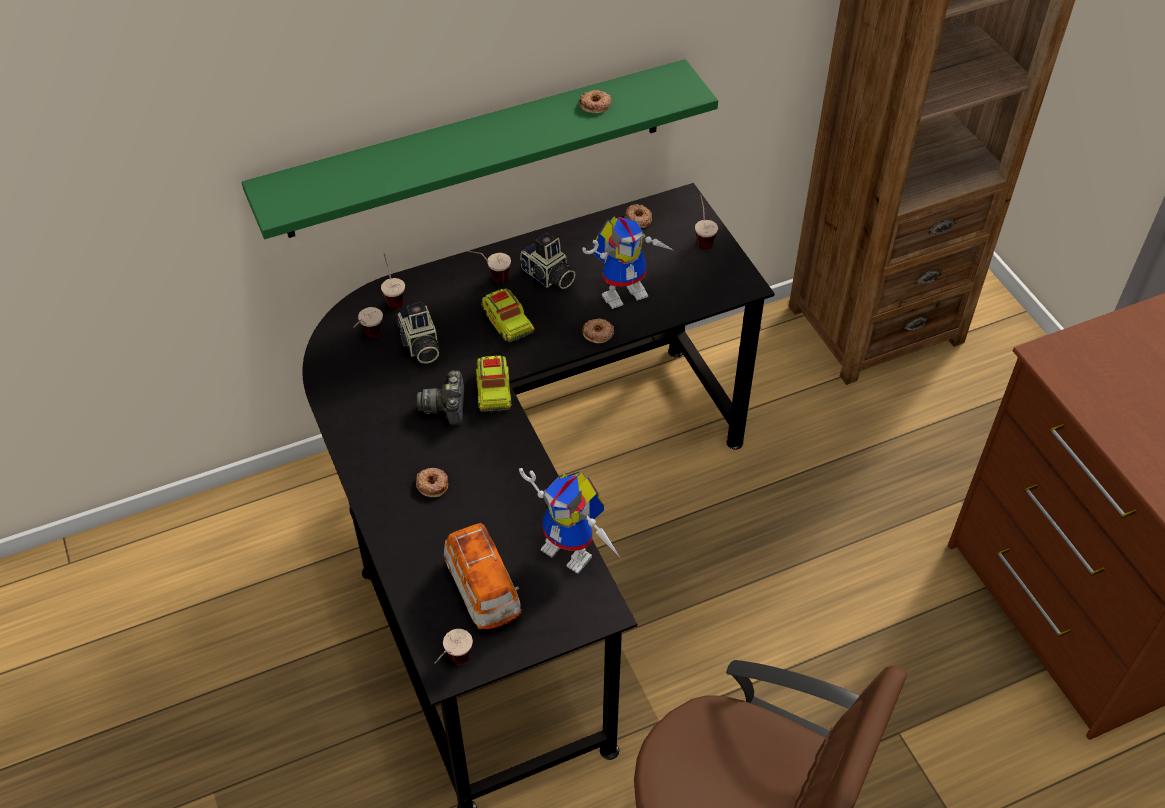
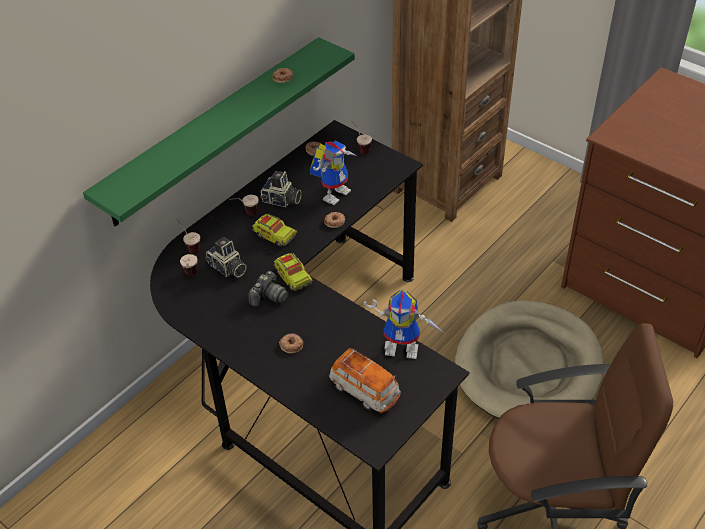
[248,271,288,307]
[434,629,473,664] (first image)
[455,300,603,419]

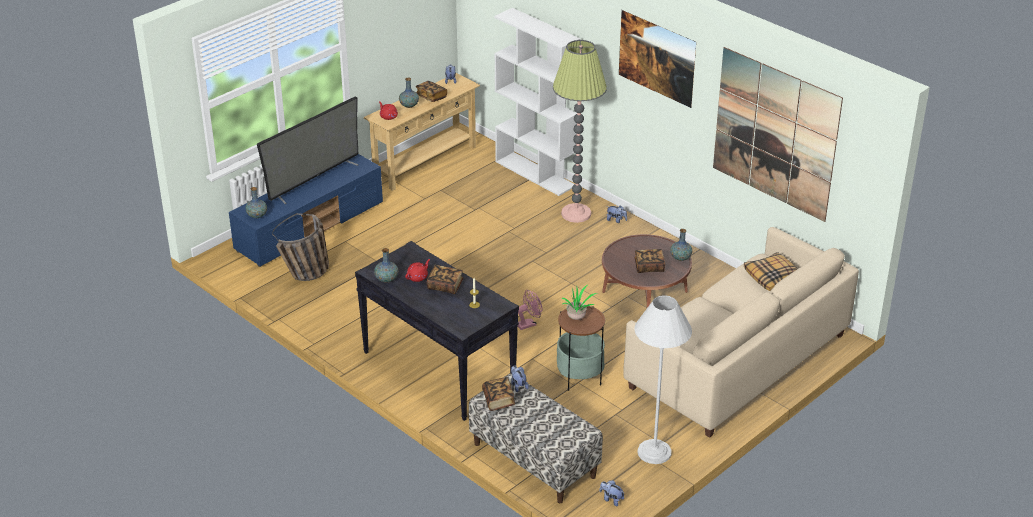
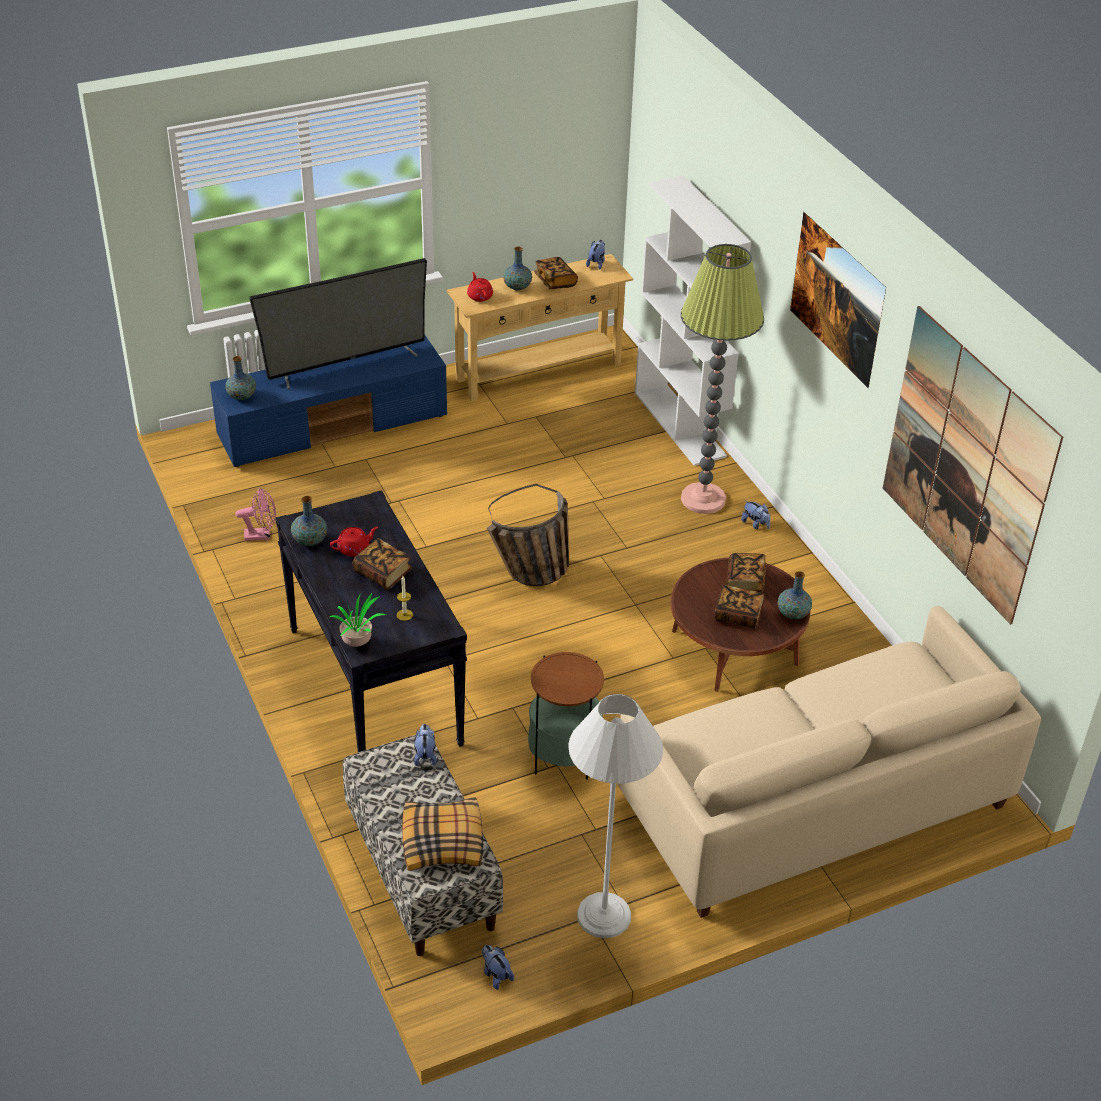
[487,484,569,586]
[402,797,483,871]
[330,593,386,647]
[235,488,276,541]
[726,553,766,592]

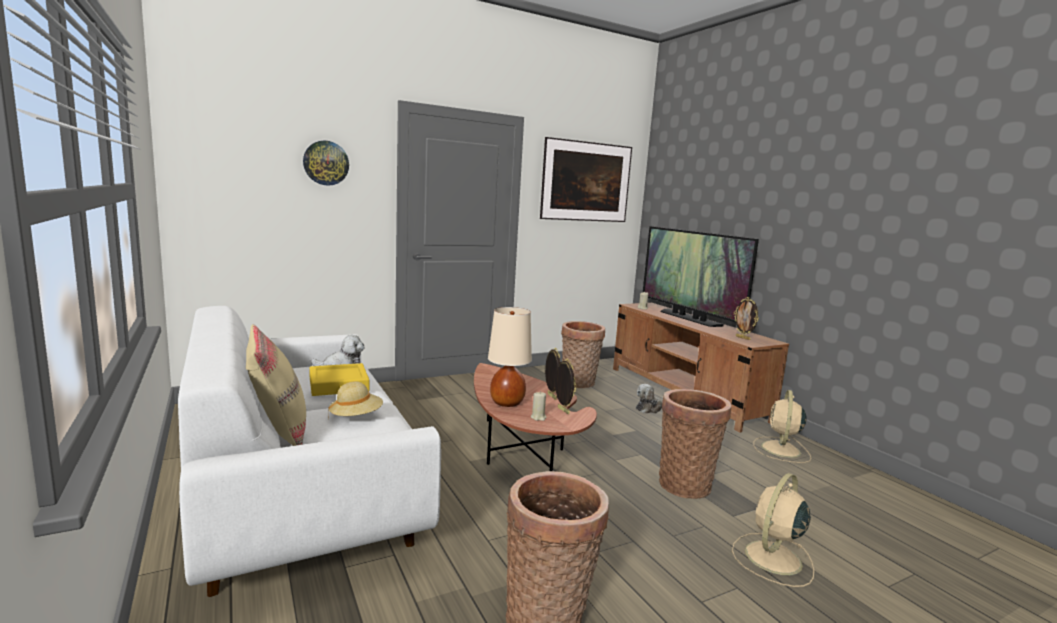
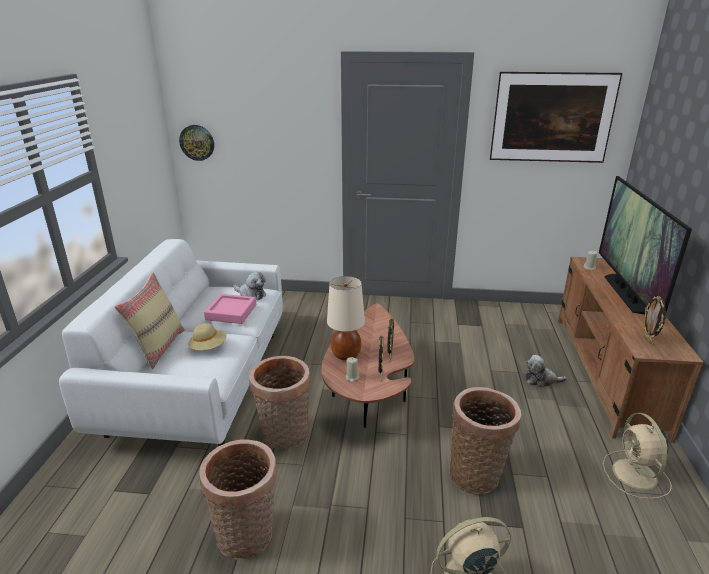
[179,125,214,161]
[249,356,310,450]
[204,294,256,324]
[603,413,672,499]

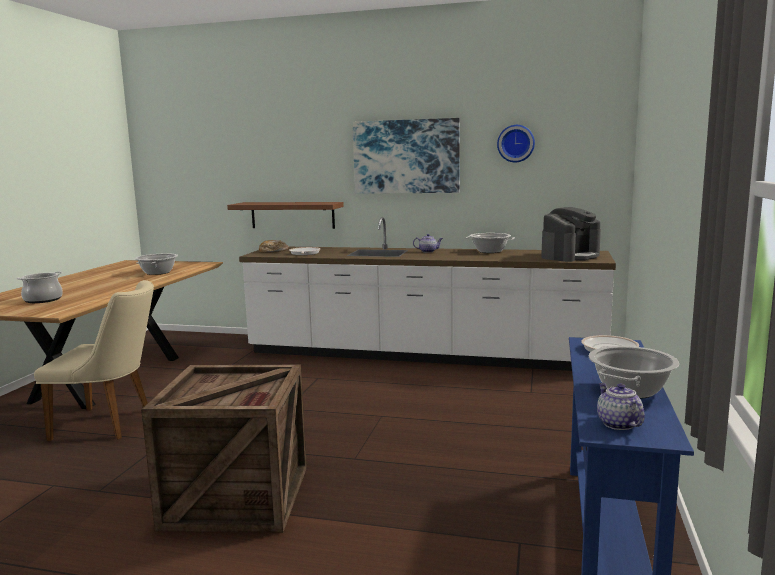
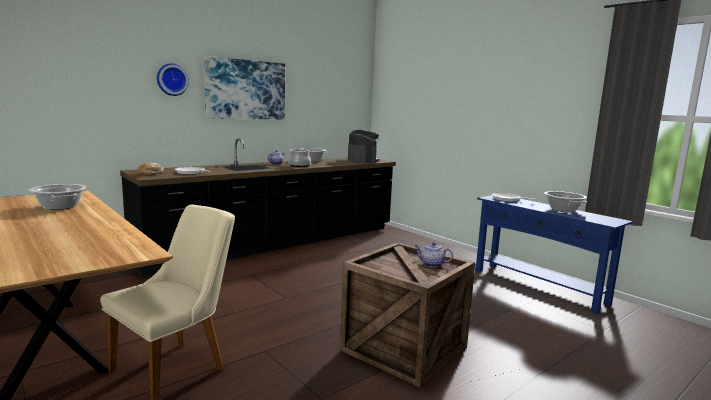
[157,63,189,96]
[227,202,344,229] (first image)
[120,138,396,276]
[288,148,311,167]
[415,242,453,267]

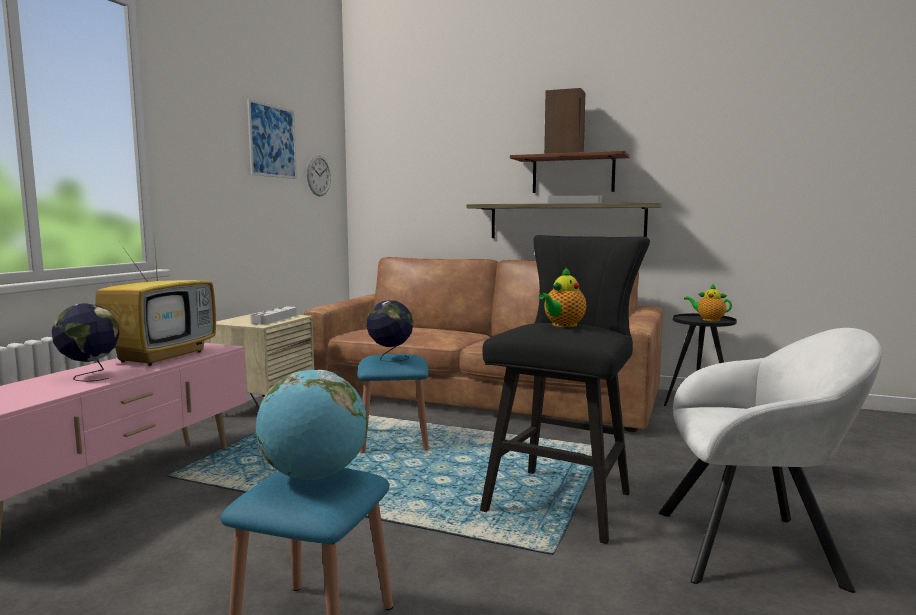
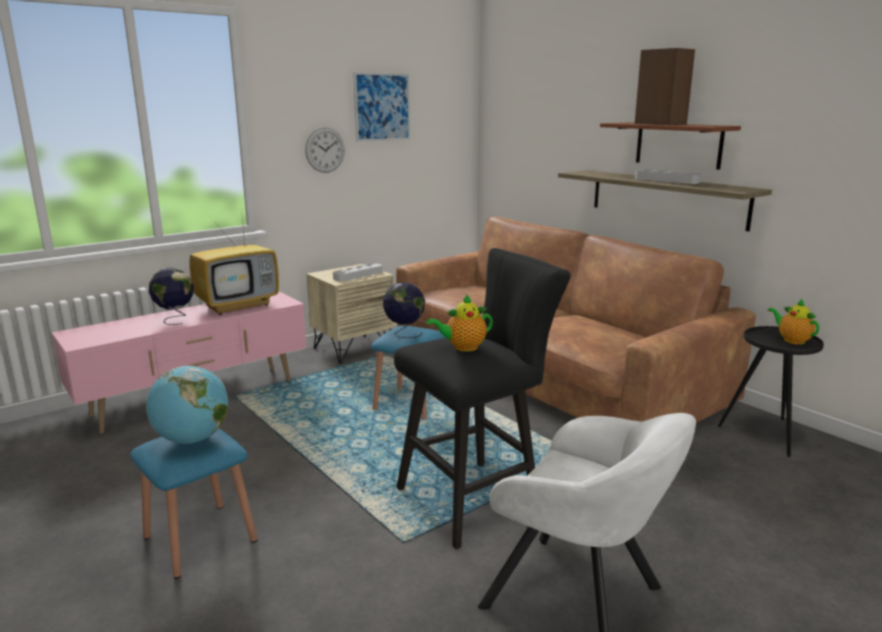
[305,127,345,173]

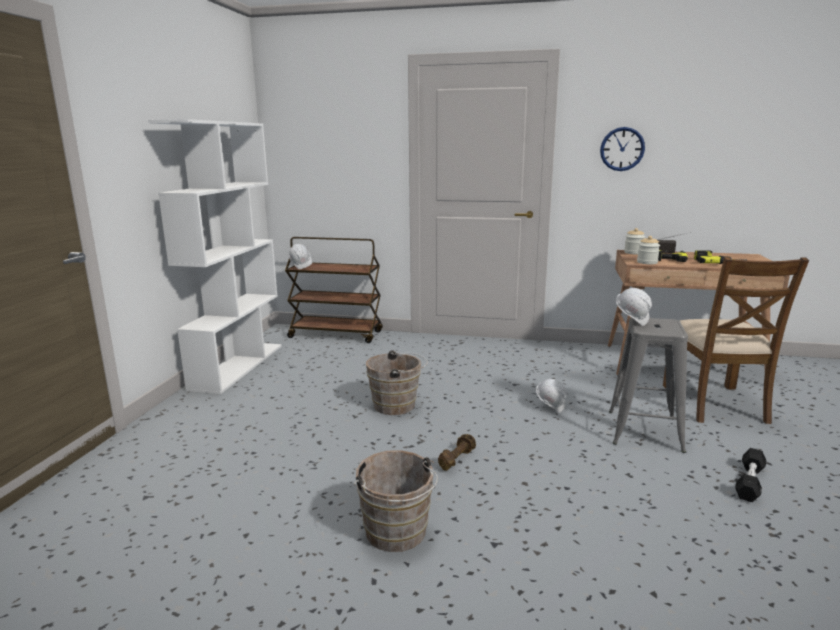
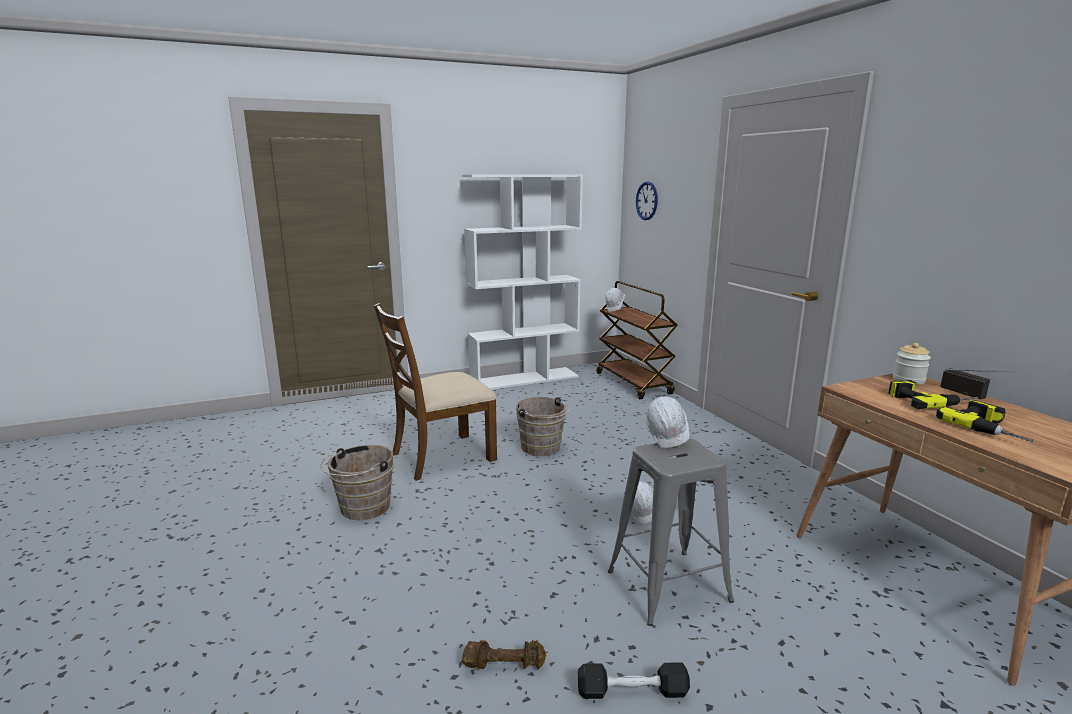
[636,181,658,220]
[637,236,660,264] (first image)
[374,303,497,481]
[462,640,546,669]

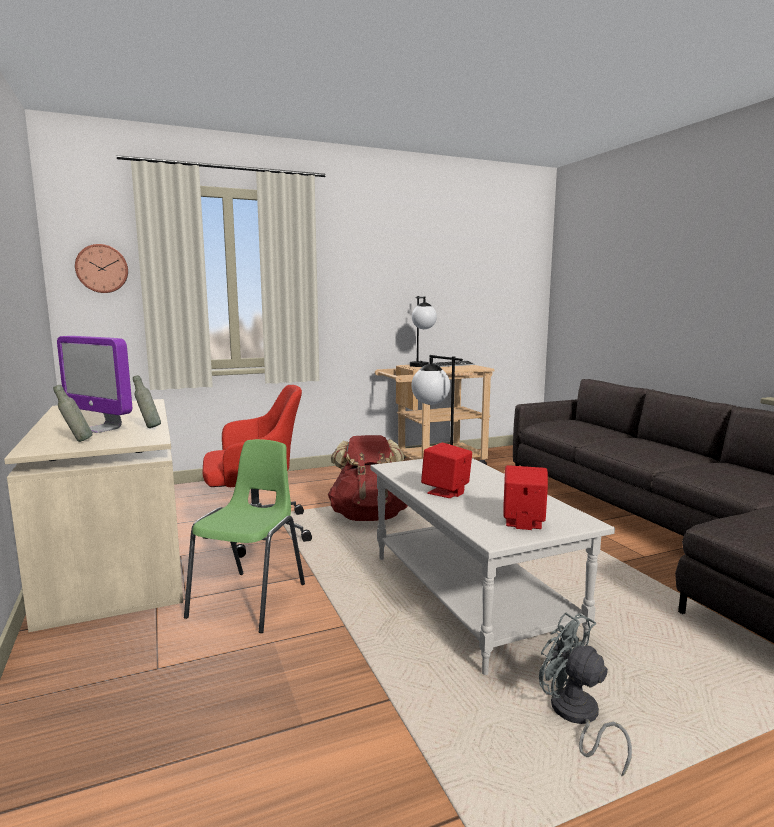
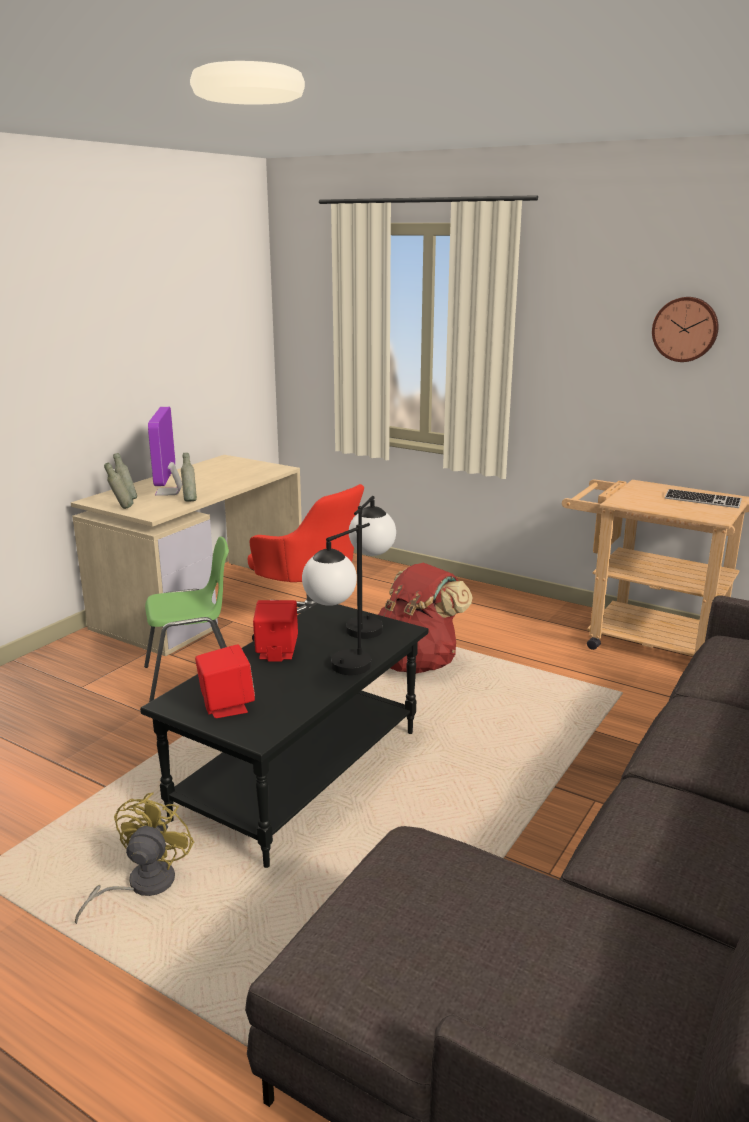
[652,297,719,362]
[302,523,371,675]
[140,603,428,868]
[75,792,194,924]
[104,463,133,509]

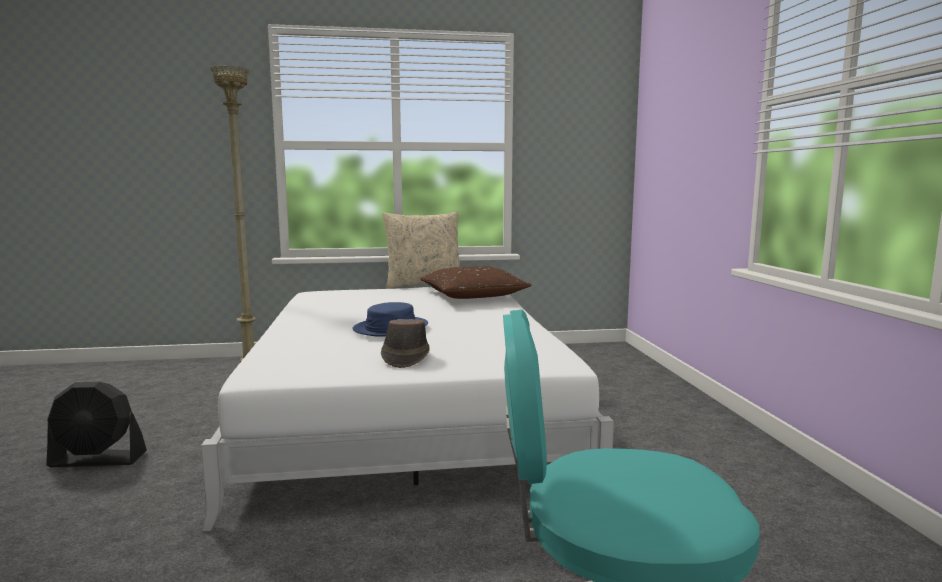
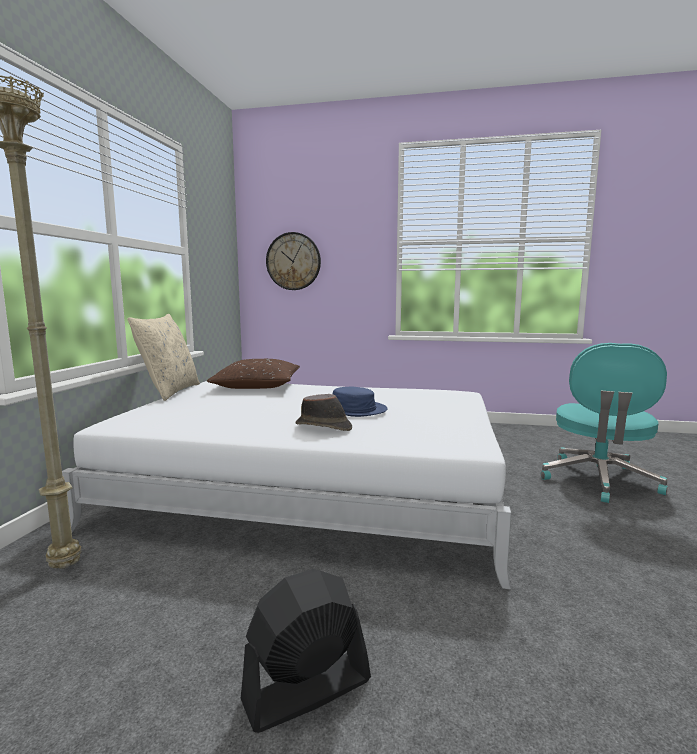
[296,394,352,431]
[241,569,371,733]
[266,232,321,290]

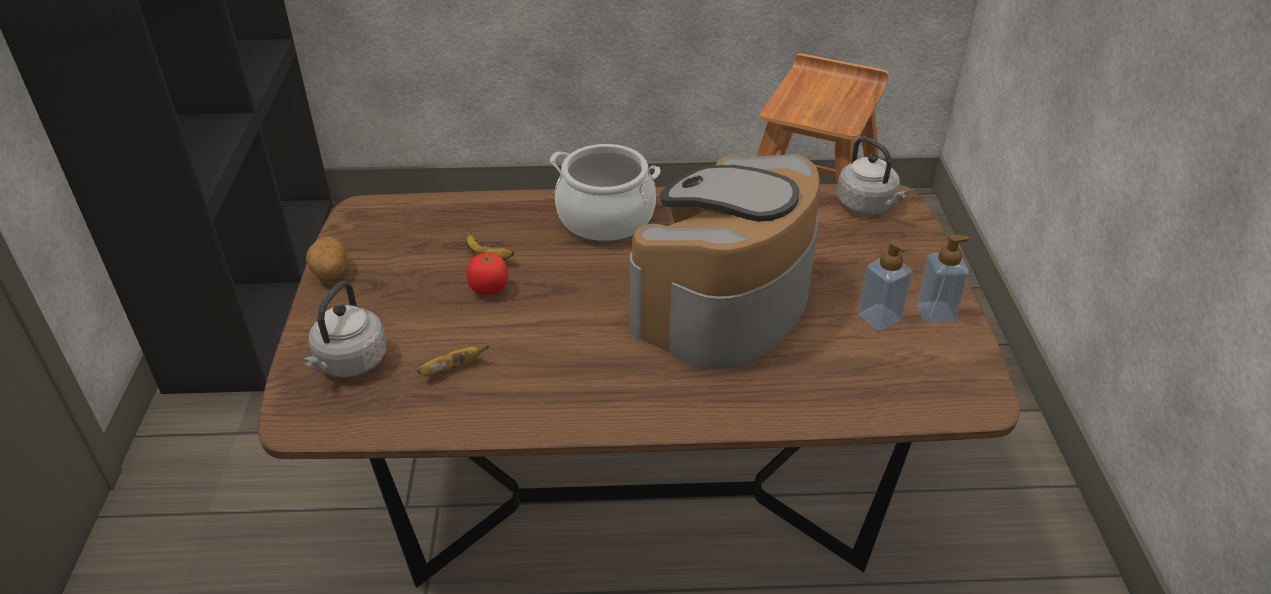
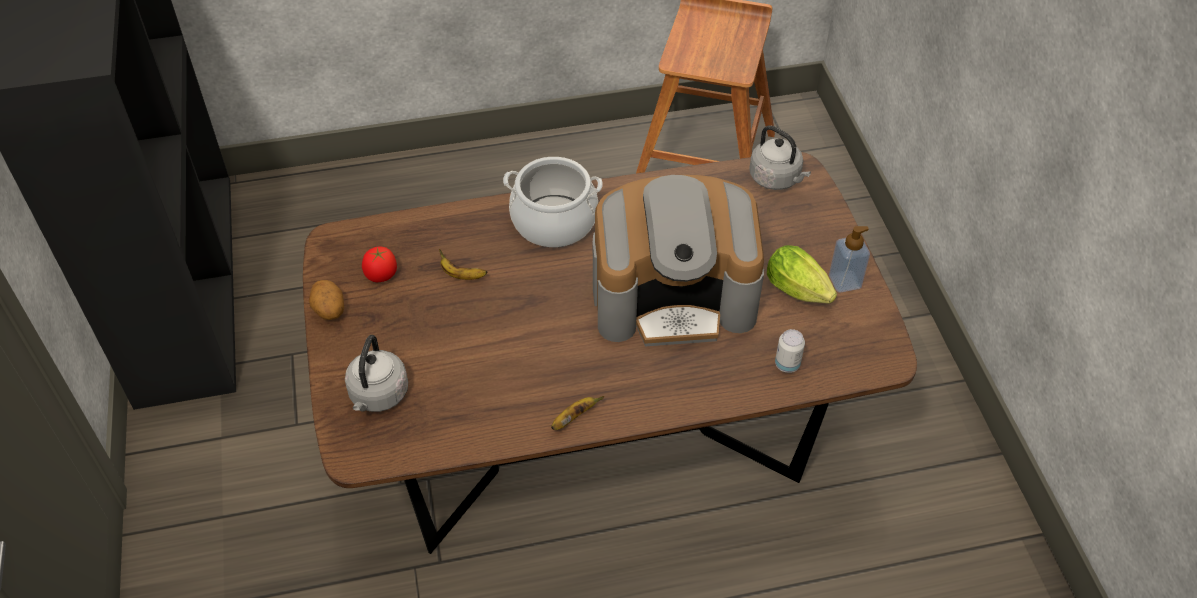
[593,175,764,346]
[767,245,837,303]
[362,247,397,282]
[551,396,604,430]
[775,329,805,373]

